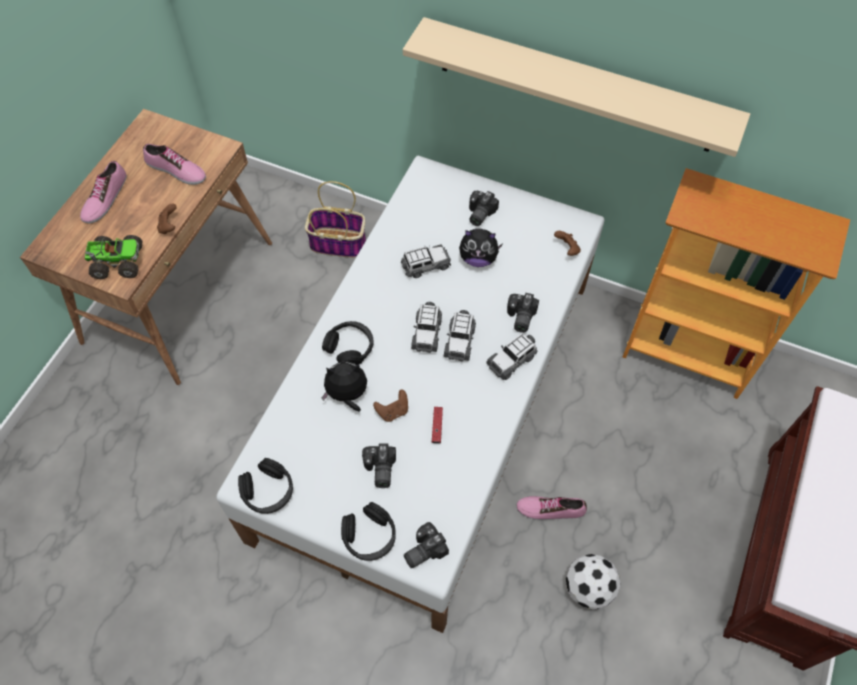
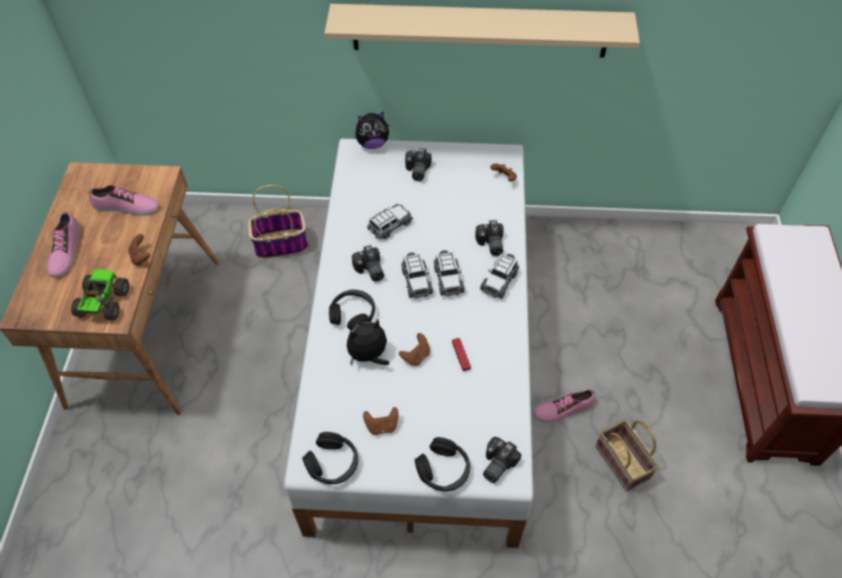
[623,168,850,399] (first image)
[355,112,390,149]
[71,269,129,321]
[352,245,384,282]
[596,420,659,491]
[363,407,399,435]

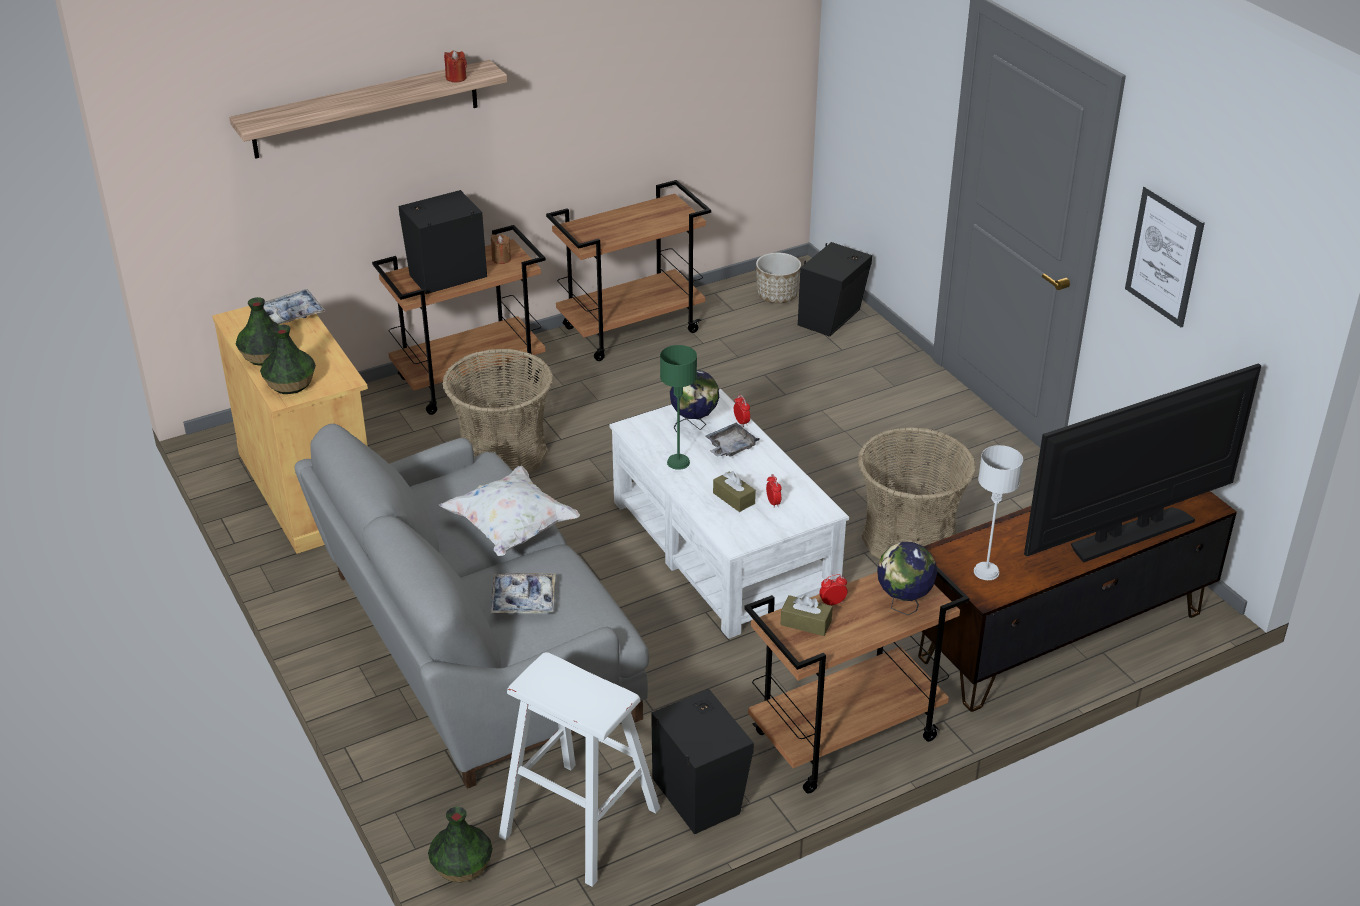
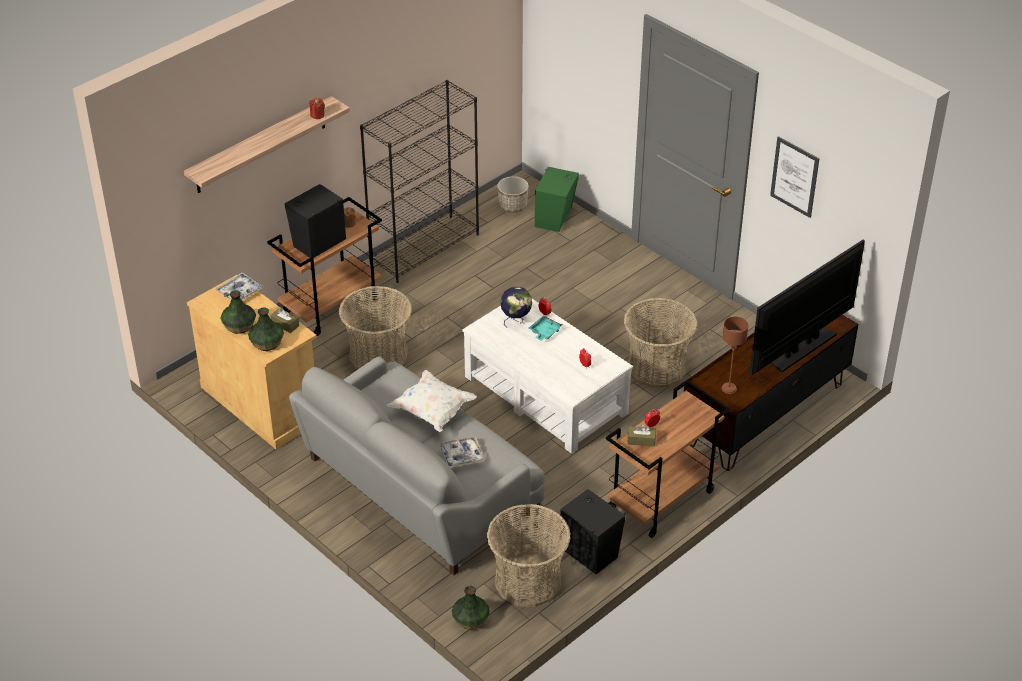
[360,80,479,283]
[535,167,579,232]
[660,345,697,470] (first image)
[529,315,562,341]
[721,317,748,394]
[270,308,299,333]
[877,542,937,615] (first image)
[487,504,571,607]

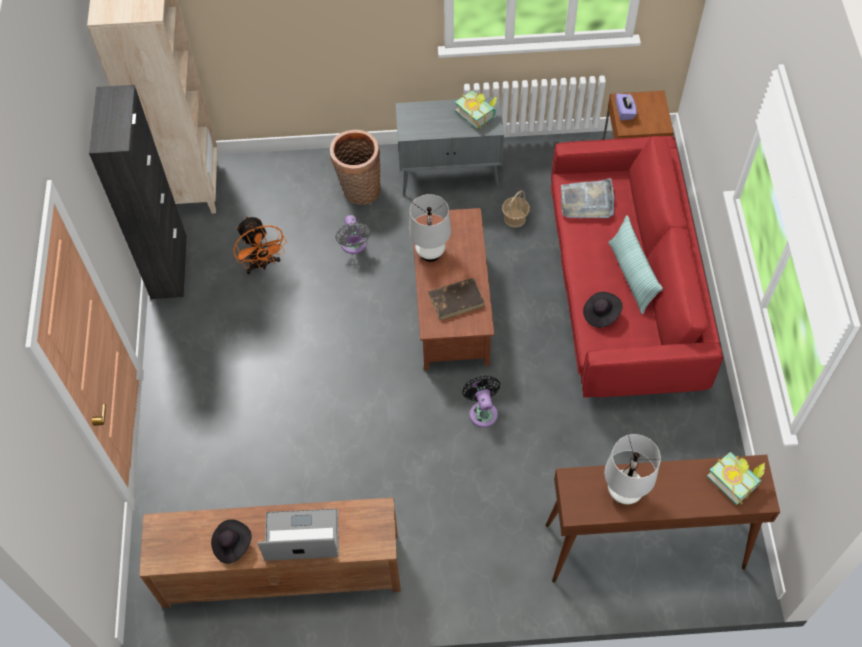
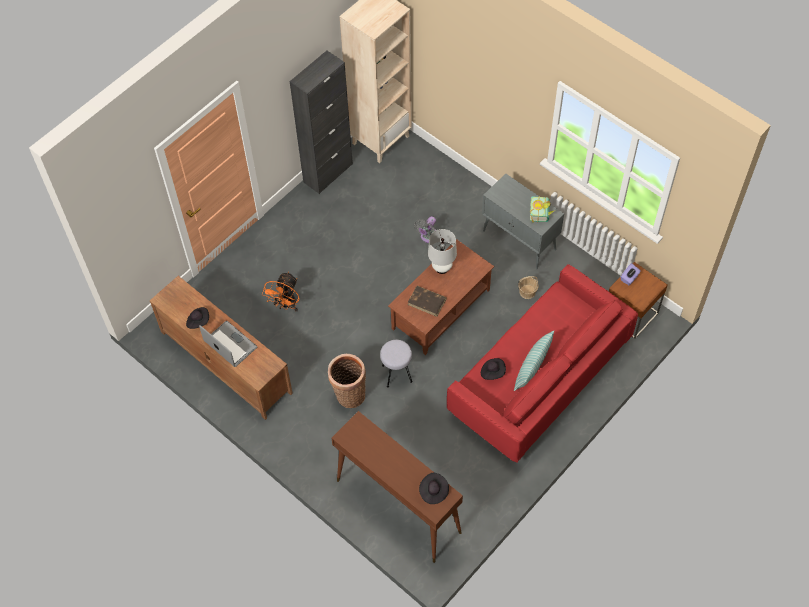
[328,354,366,408]
[561,178,614,218] (first image)
[262,272,300,312]
[380,340,413,388]
[604,434,661,504] (first image)
[419,473,449,504]

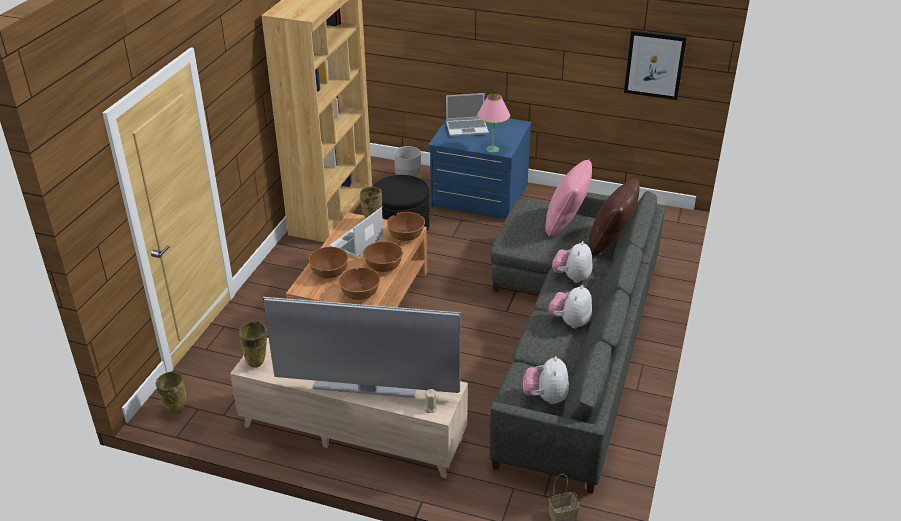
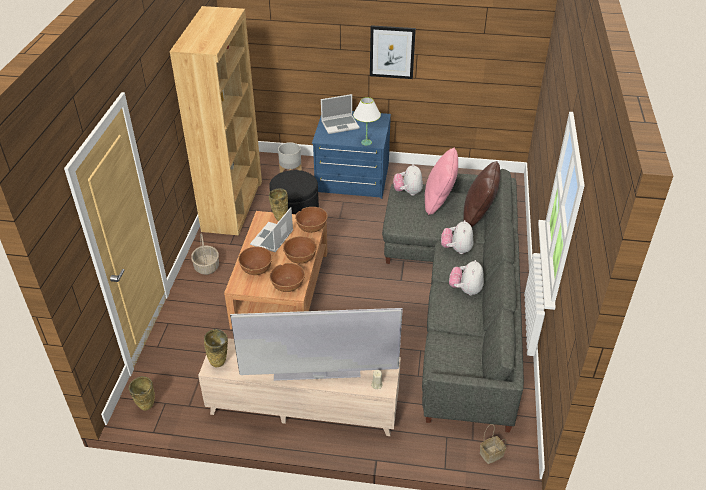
[370,25,416,79]
[353,97,381,146]
[393,164,423,196]
[191,233,219,275]

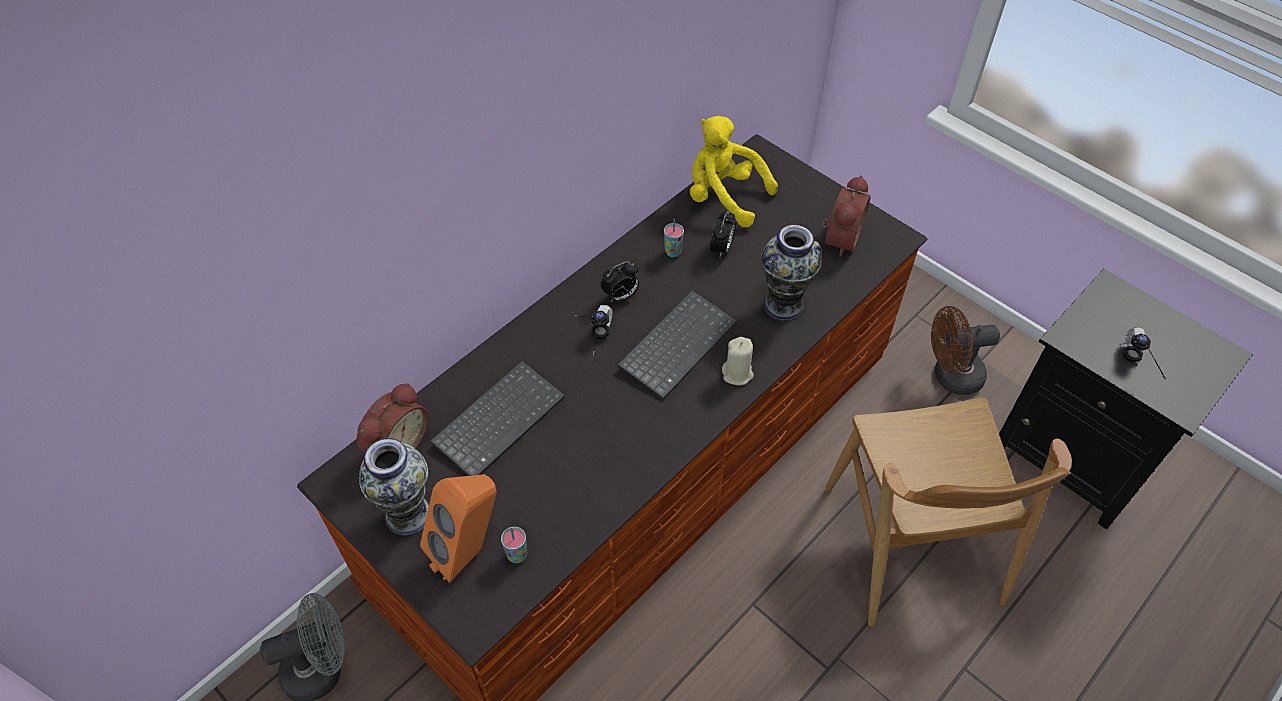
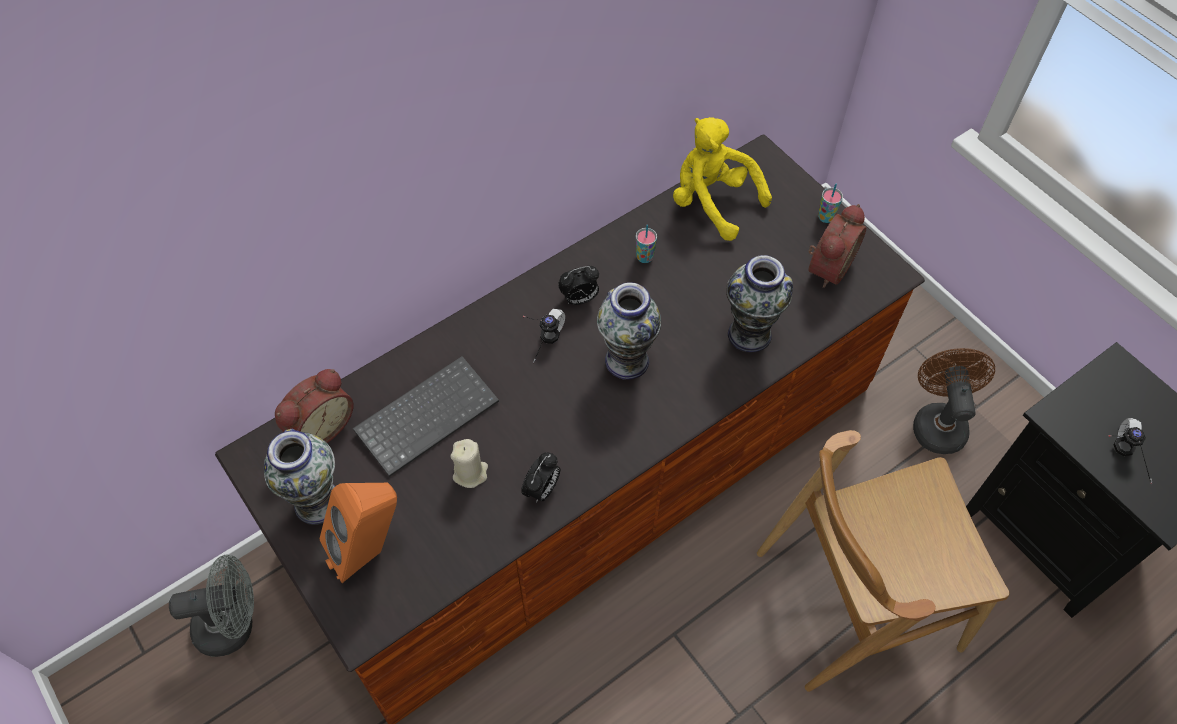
[521,453,560,503]
[597,282,661,380]
[913,348,995,454]
[450,439,488,488]
[757,430,1010,692]
[818,184,843,223]

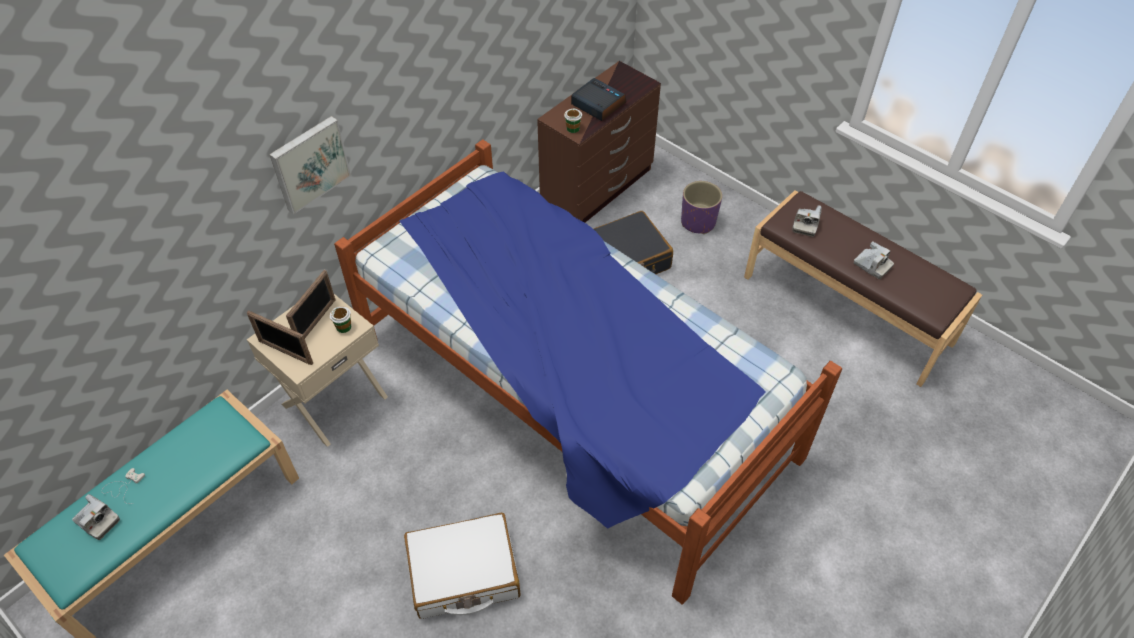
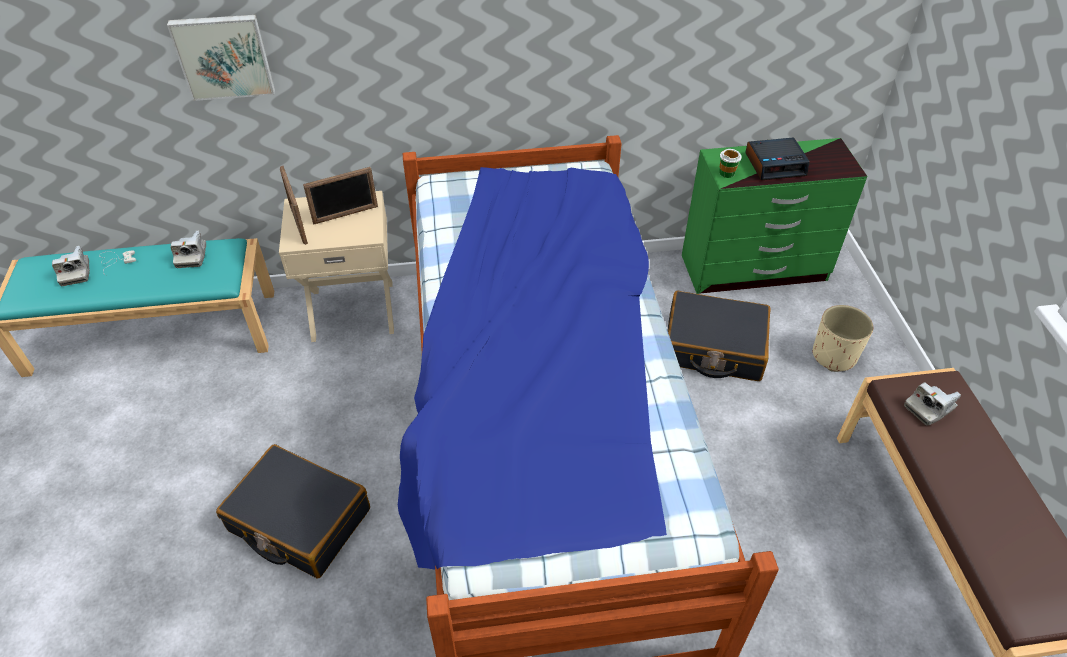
[682,138,867,294]
[745,137,810,180]
[167,15,275,101]
[812,305,873,372]
[170,231,206,268]
[330,306,351,333] (first image)
[216,444,370,578]

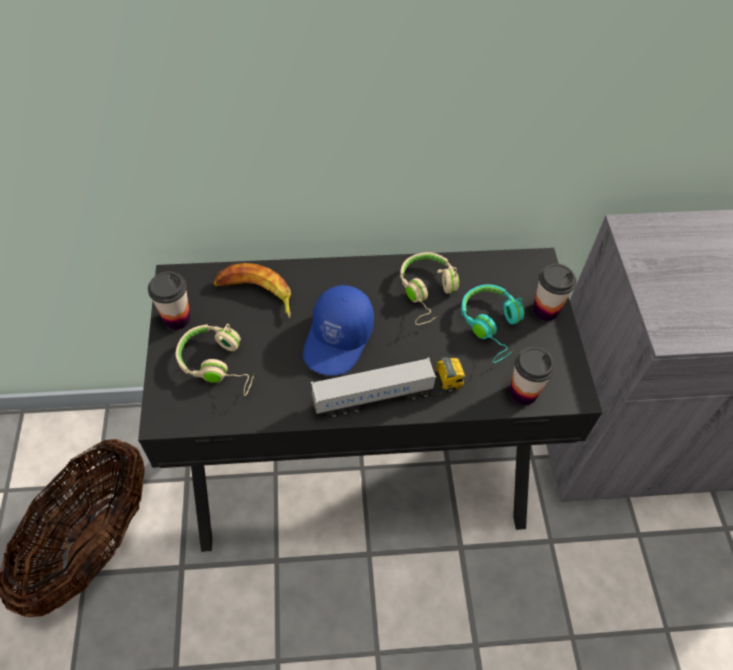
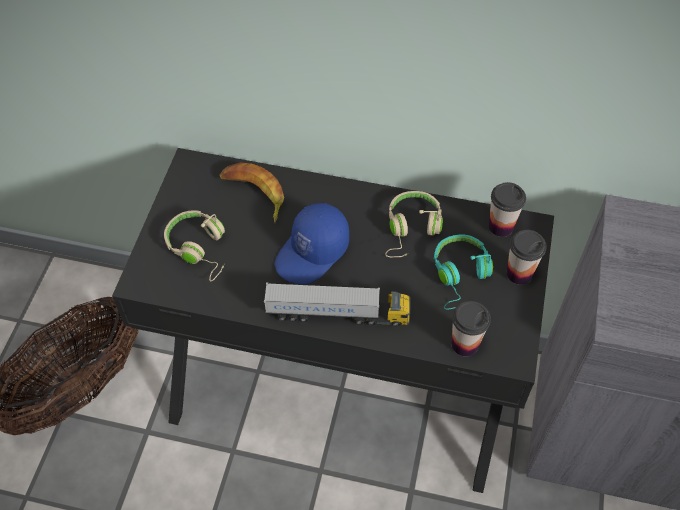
[488,182,526,237]

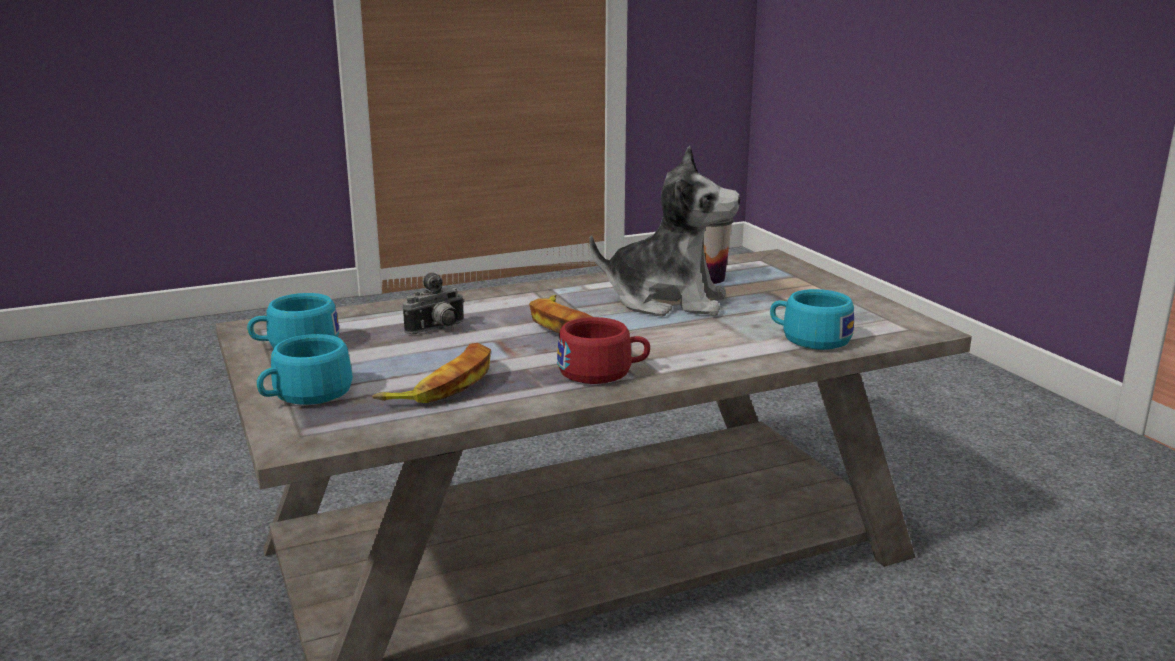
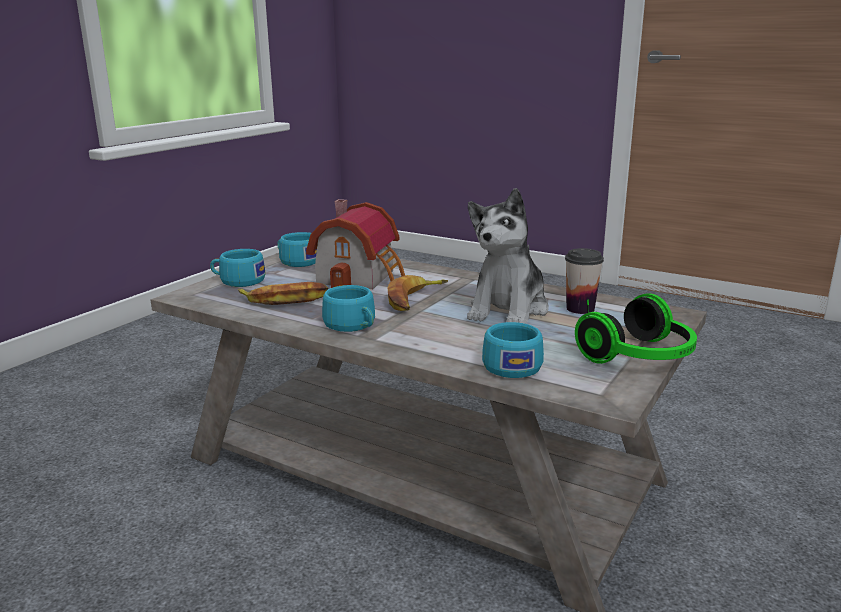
[467,188,549,324]
[306,199,405,289]
[322,285,375,332]
[575,293,697,364]

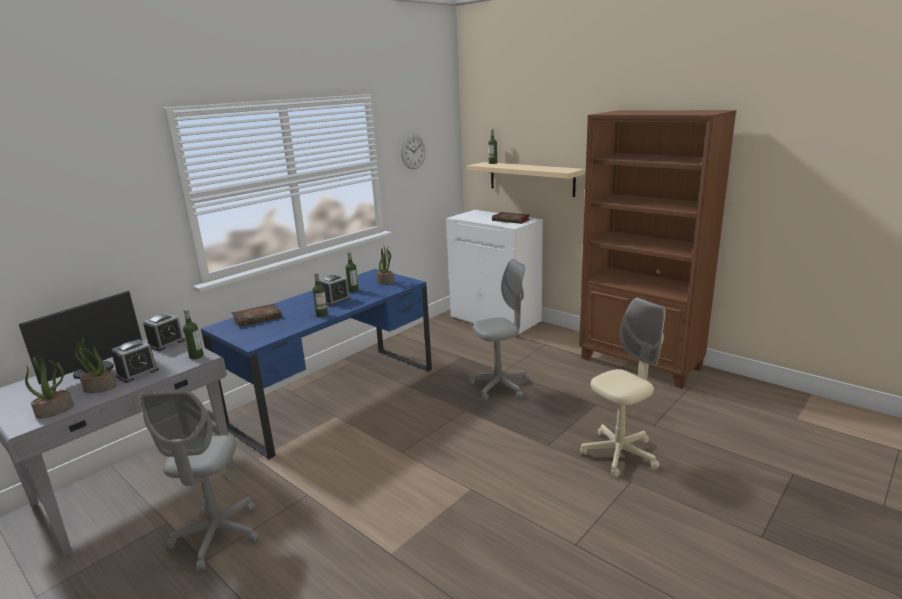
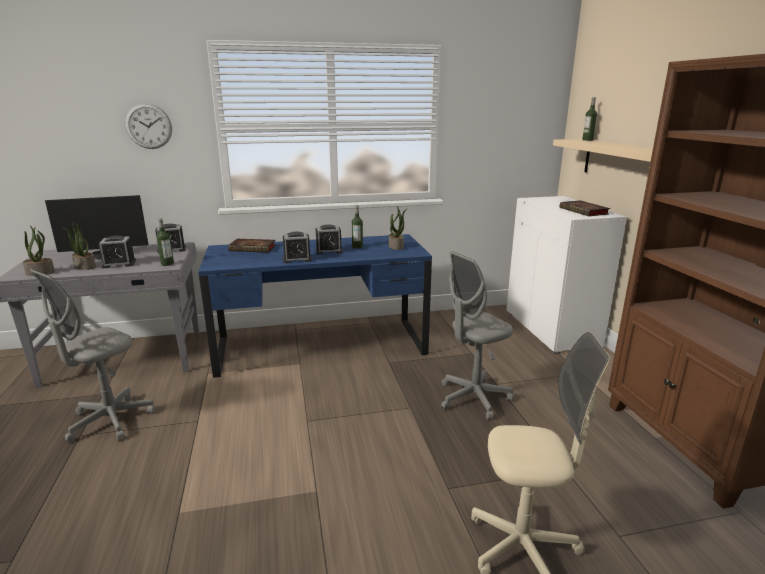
[125,103,172,149]
[441,251,513,420]
[283,231,312,263]

